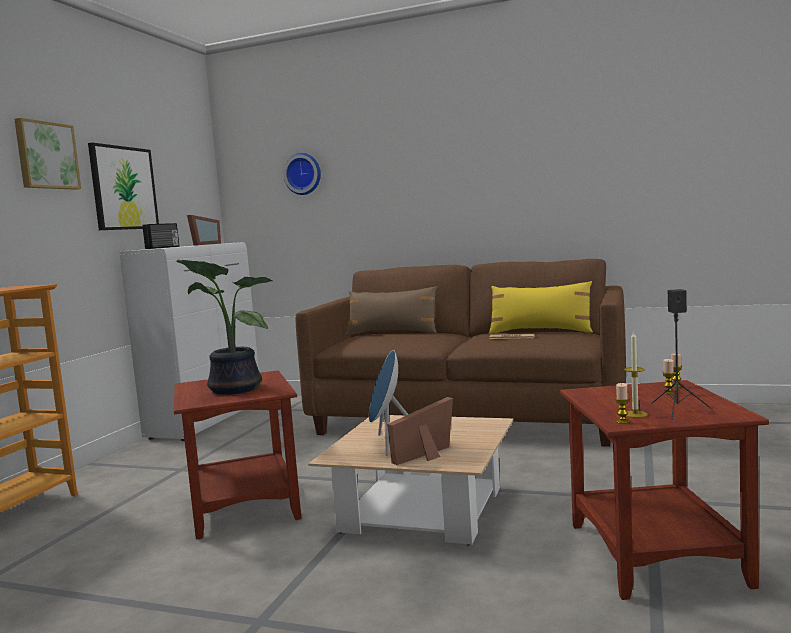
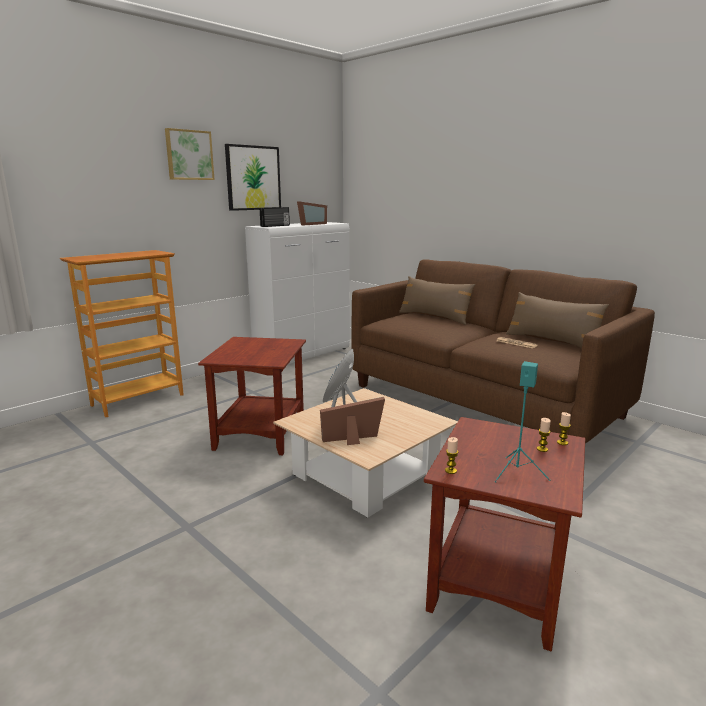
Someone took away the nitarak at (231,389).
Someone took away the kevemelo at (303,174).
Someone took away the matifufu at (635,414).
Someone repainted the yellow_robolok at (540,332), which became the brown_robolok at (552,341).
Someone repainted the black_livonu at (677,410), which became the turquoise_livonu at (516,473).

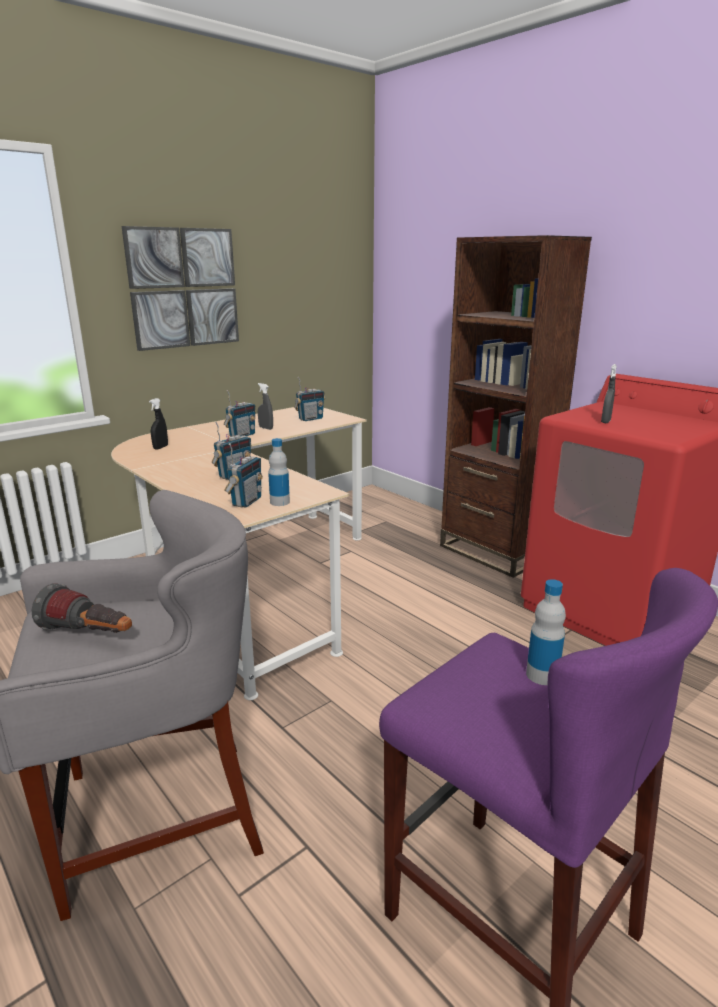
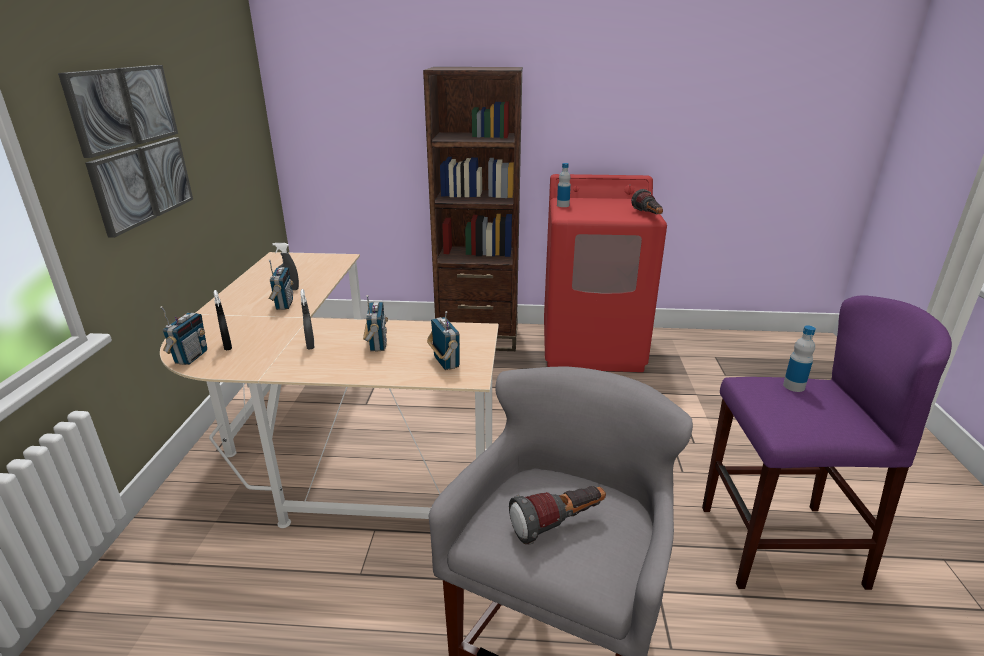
Someone put down the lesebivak at (648,216).
Someone carried the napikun from (279,502) to (563,205).
Someone carried the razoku from (310,419) to (191,357).
Someone carried the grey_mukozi from (605,421) to (310,345).

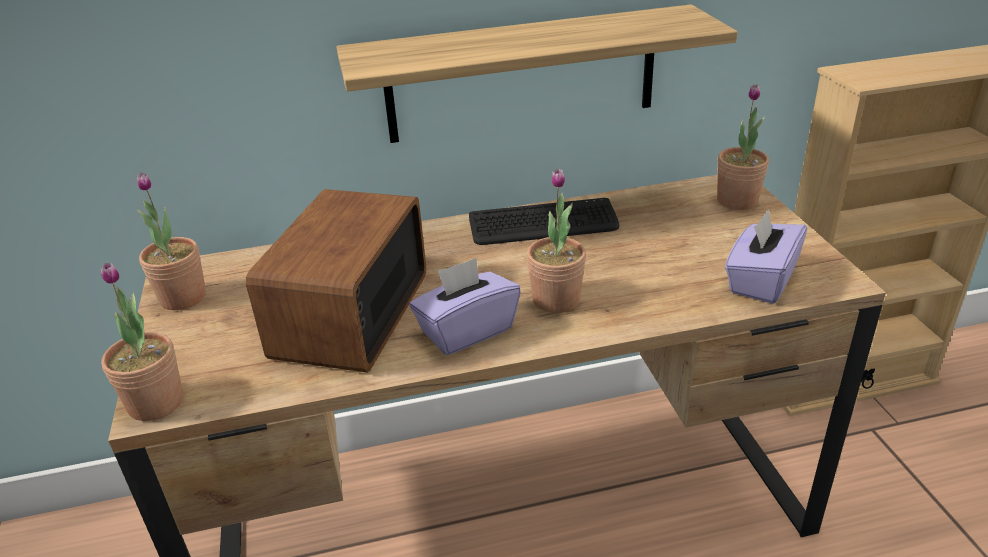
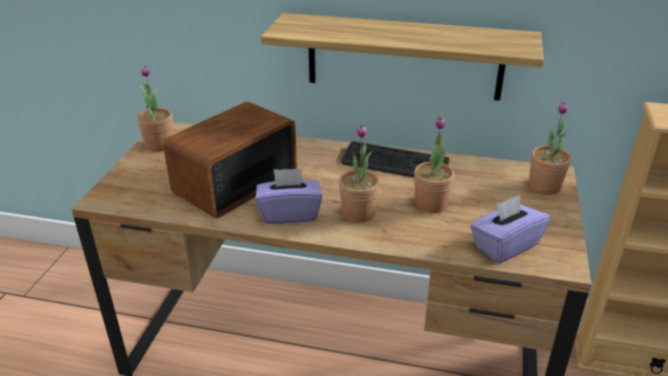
Someone carried the nitarak from (156,403) to (431,204).

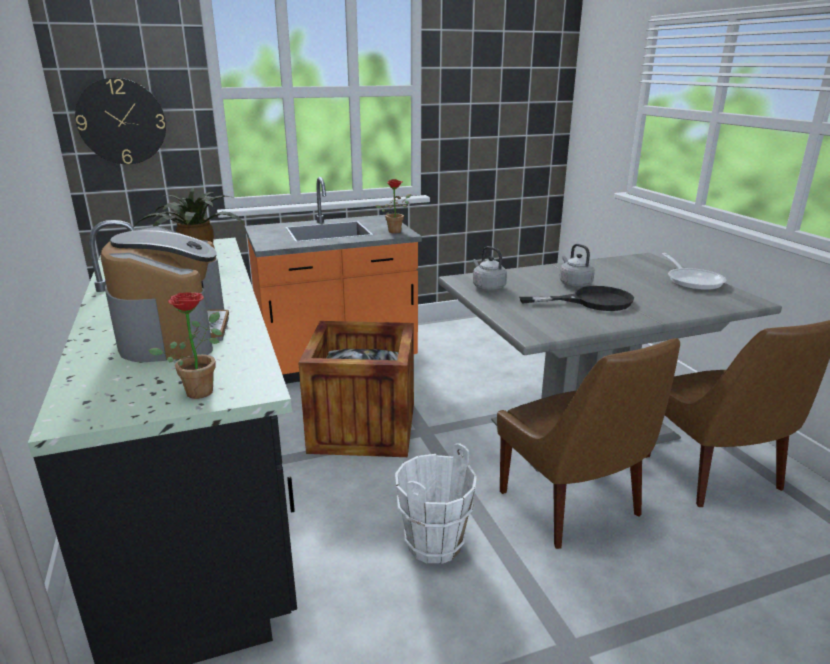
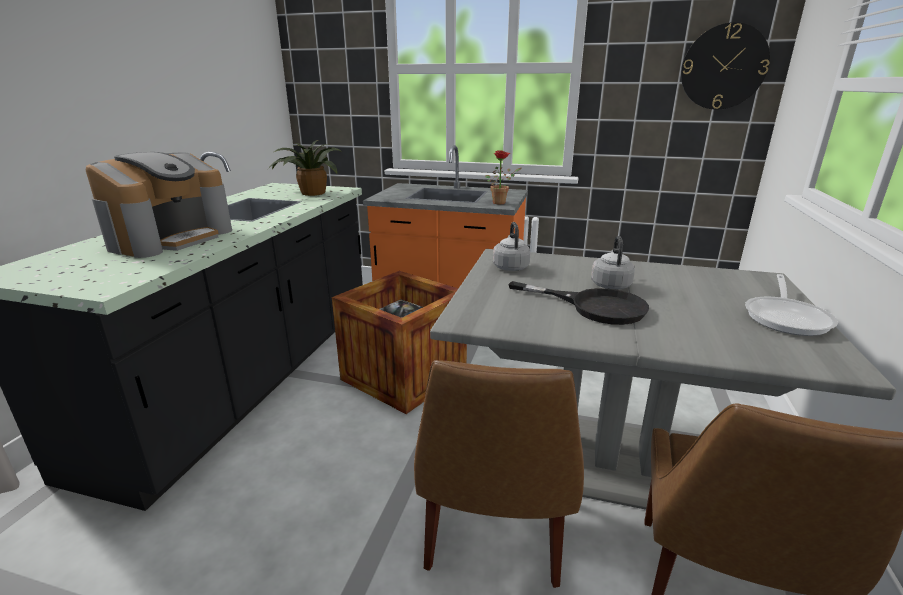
Someone took away the nitarak at (201,389).
Someone took away the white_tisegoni at (433,544).
Someone carried the kevemelo from (122,121) to (723,67).

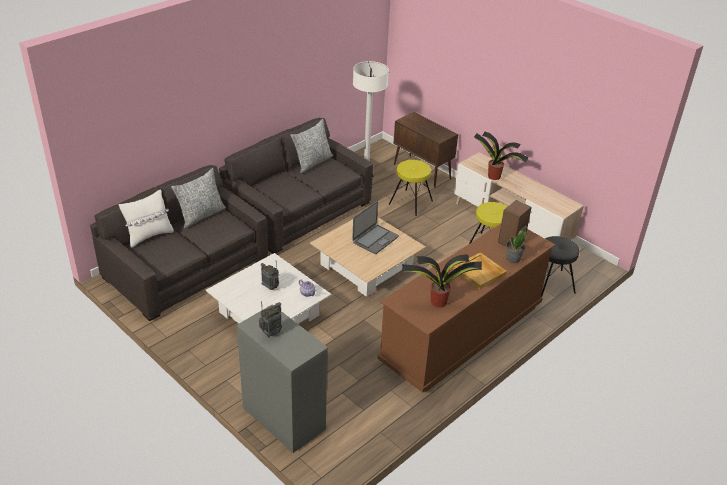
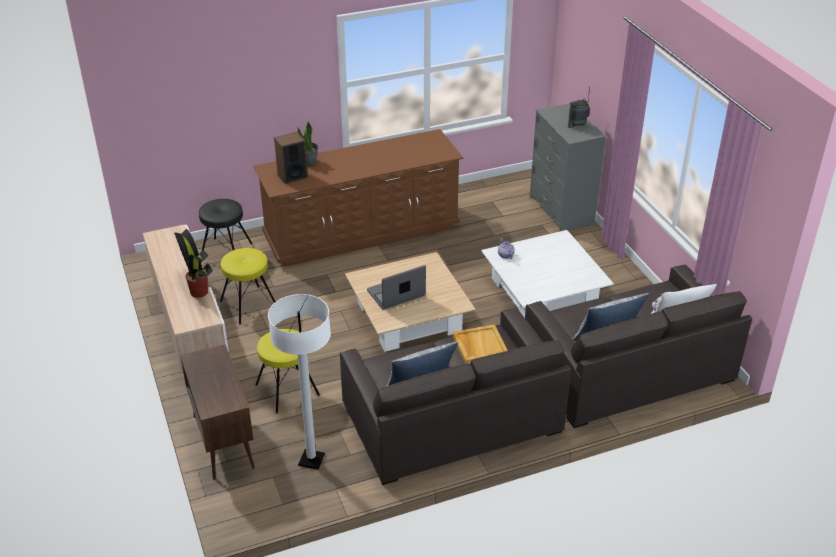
Someone took away the razoku at (270,287).
Someone took away the nitarak at (437,301).
Someone carried the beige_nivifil from (480,272) to (479,346).

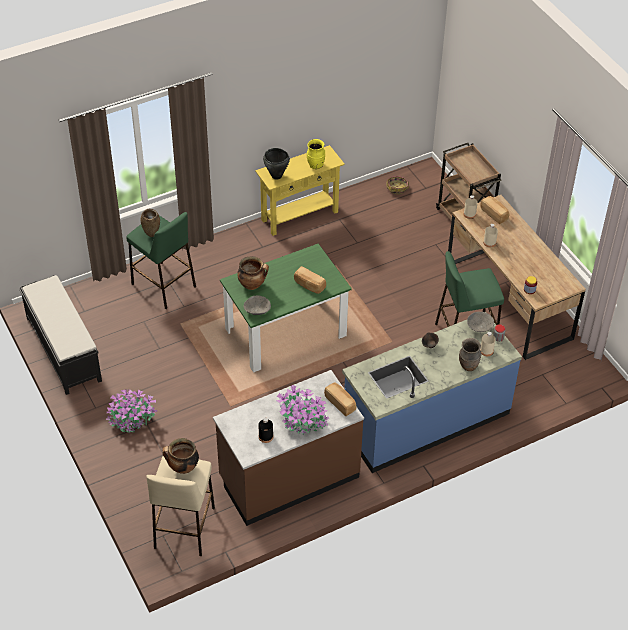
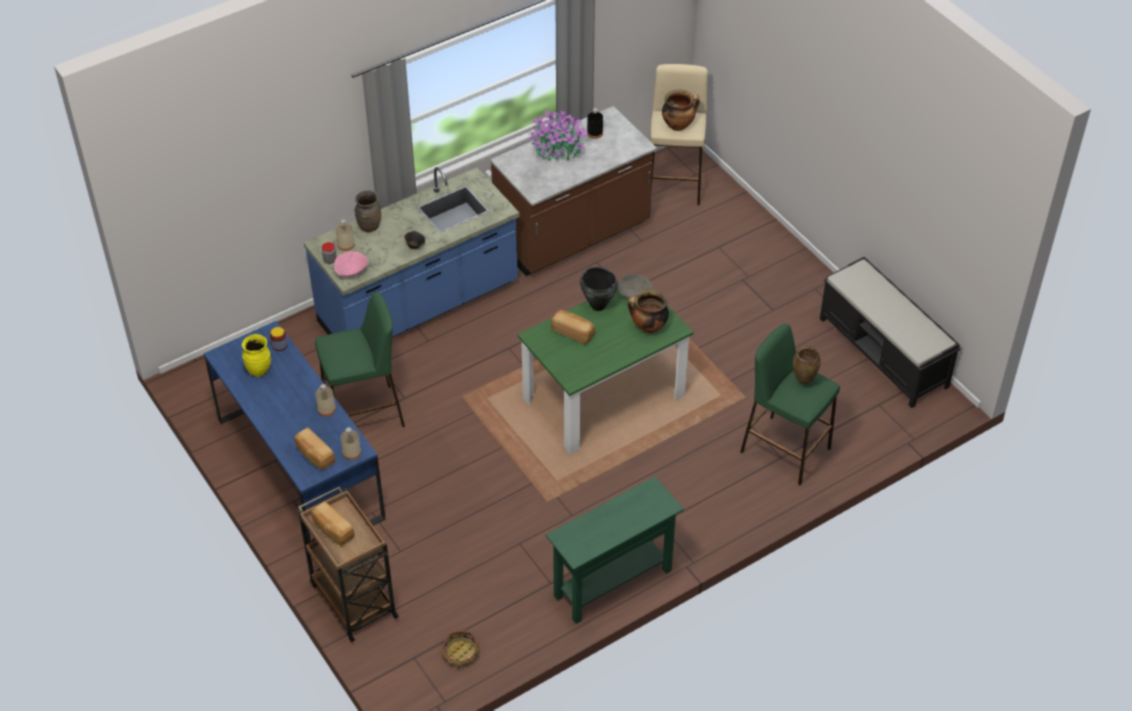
Someone took away the nitarak at (132,420).
Someone carried the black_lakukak from (276,176) to (598,305).
Someone carried the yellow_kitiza from (315,165) to (259,370).
Someone carried the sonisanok from (340,403) to (332,530).
Someone repainted the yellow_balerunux at (299,216), which became the green_balerunux at (613,583).
Someone repainted the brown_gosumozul at (508,300), which became the blue_gosumozul at (300,468).
Someone repainted the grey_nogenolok at (480,327), which became the pink_nogenolok at (351,271).

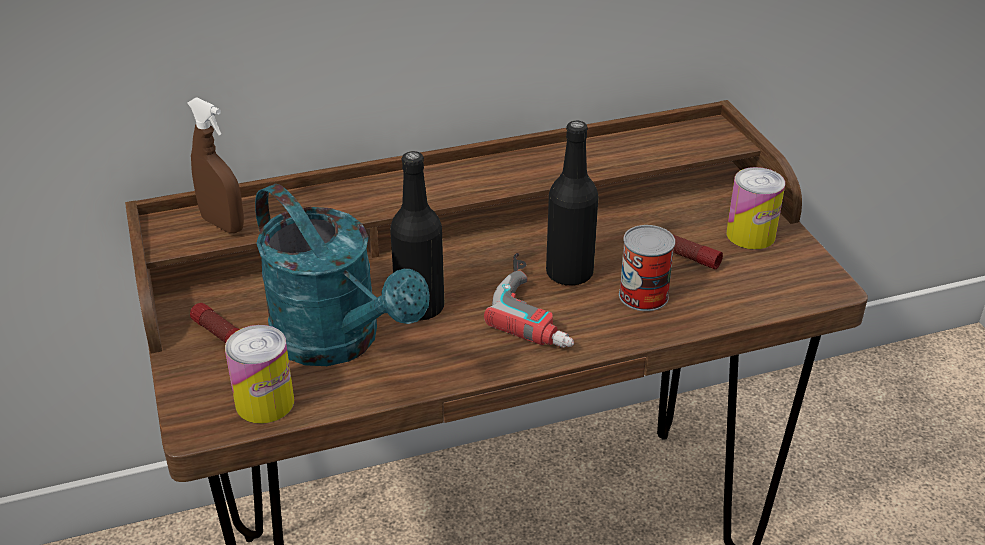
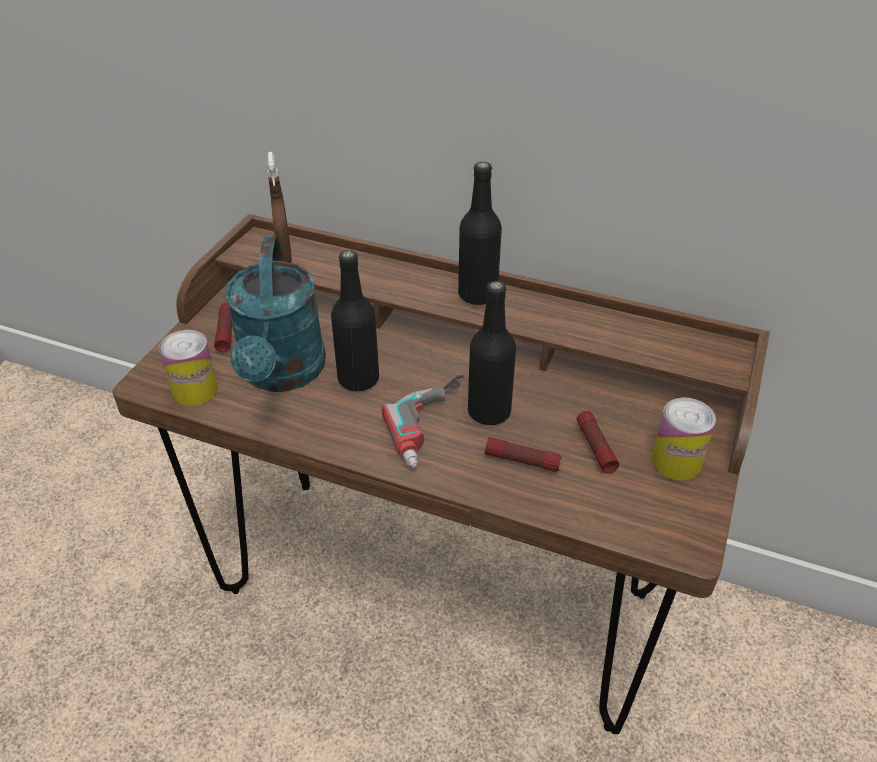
Someone put down the black_napikun at (477,295).
Someone swapped the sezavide at (643,295) for the lesebivak at (522,461).

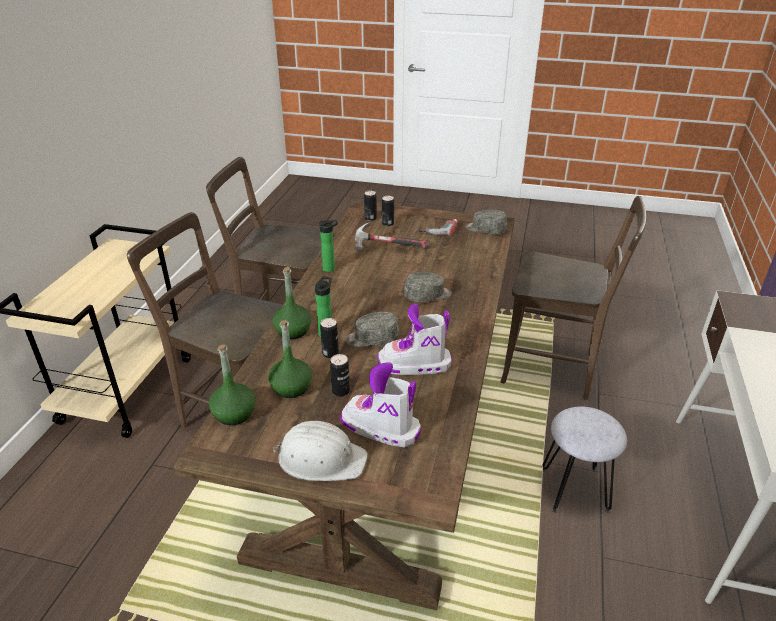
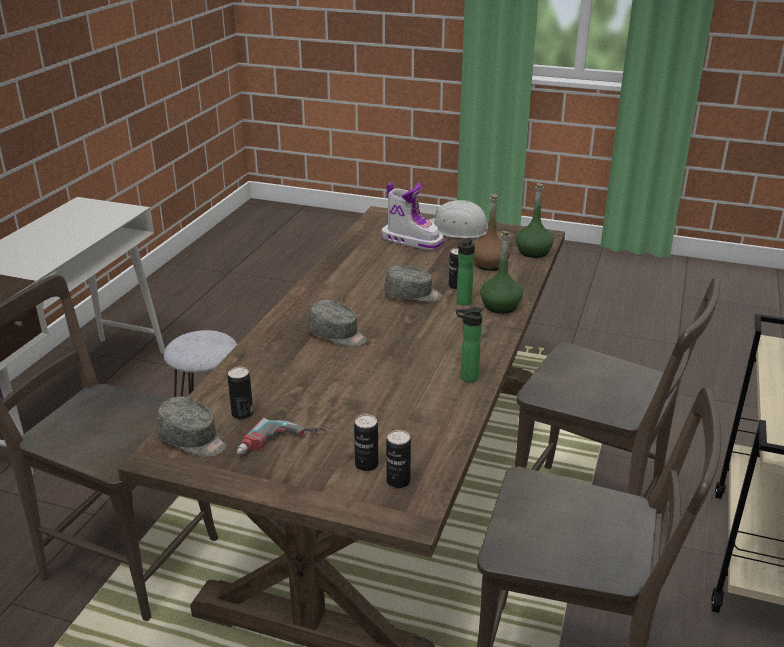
Someone took away the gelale at (389,248).
Someone took away the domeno at (414,365).
Someone carried the sezavide from (340,391) to (242,414).
Someone repainted the green_napikun at (291,387), which became the brown_napikun at (490,264).
Someone rotated the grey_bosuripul at (428,295) by 135 degrees counterclockwise.

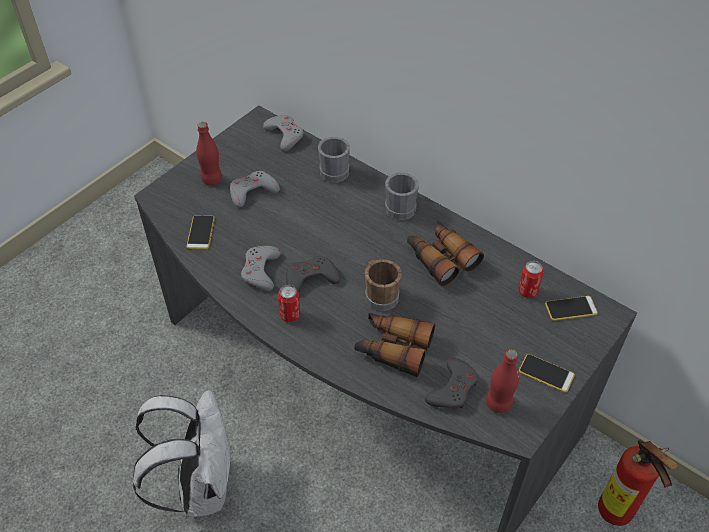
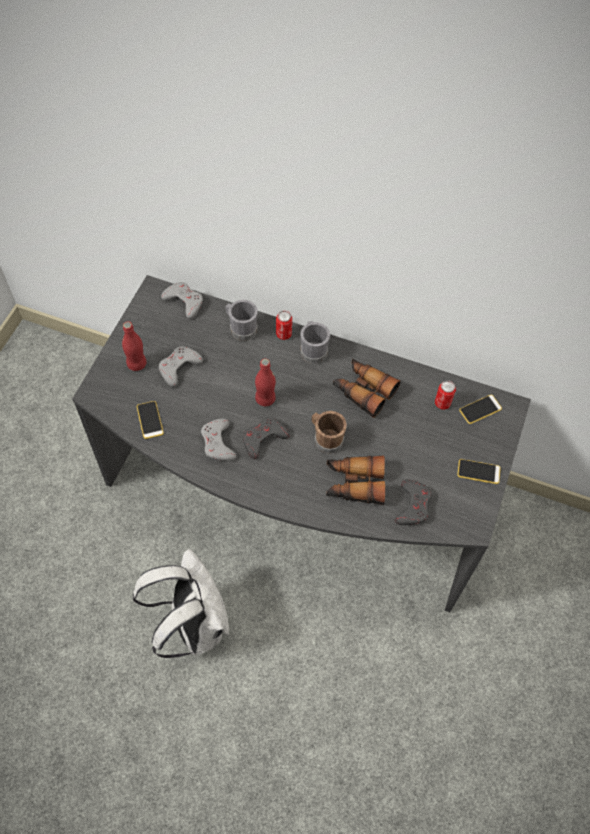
Someone took away the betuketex at (617,515).
Someone carried the sezavide from (290,315) to (283,334).
Someone carried the red_napikun from (498,403) to (265,399).

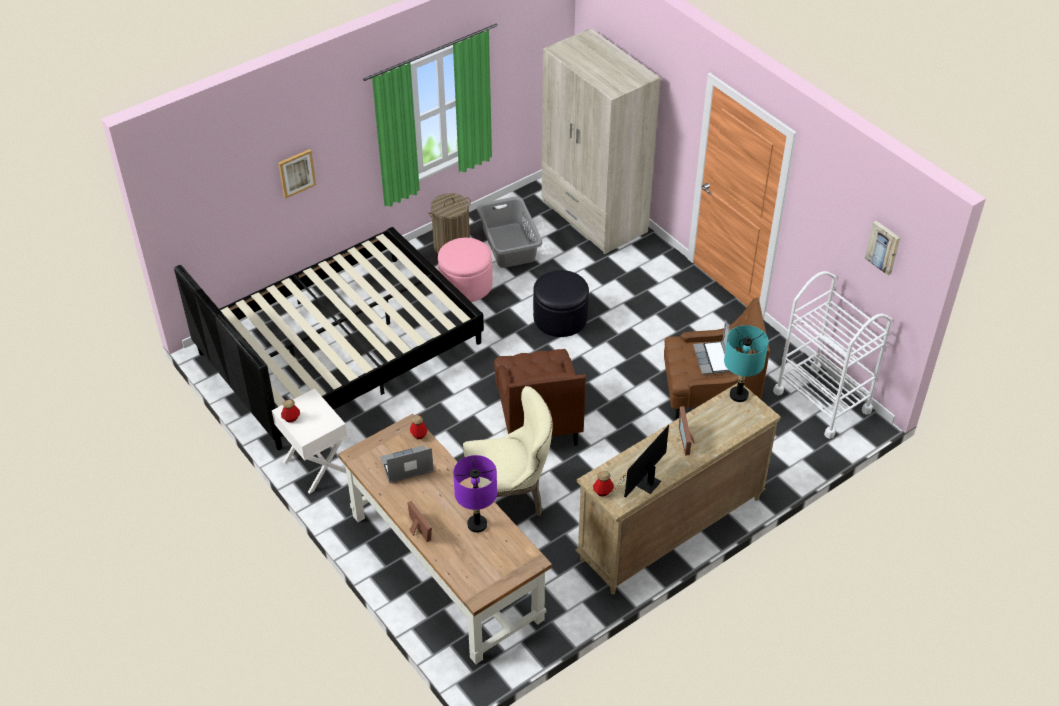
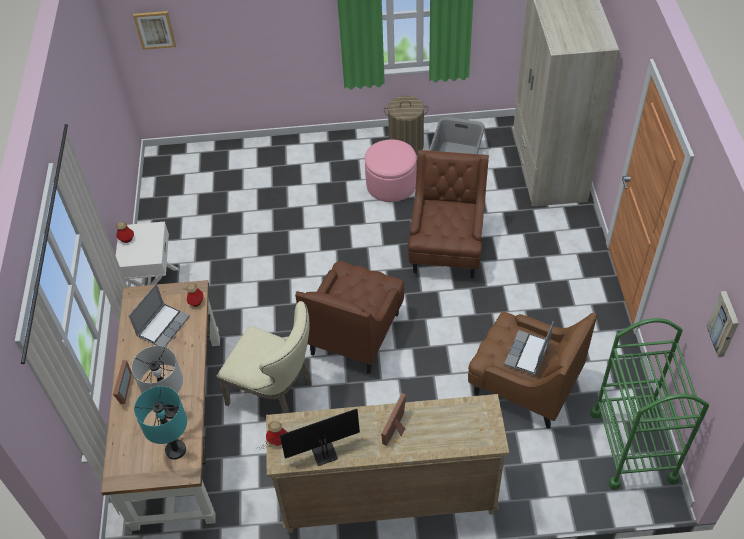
Someone took away the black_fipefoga at (339,348).
Someone carried the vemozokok from (296,173) to (155,29).
Someone carried the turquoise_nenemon from (738,395) to (175,450).
Someone swapped the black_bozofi at (560,318) for the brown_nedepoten at (446,248).
Someone repainted the purple_nenemon at (477,524), which became the grey_nenemon at (172,410).
Someone repainted the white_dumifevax at (822,401), which became the green_dumifevax at (632,446).
Someone rotated the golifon at (406,466) by 105 degrees clockwise.

